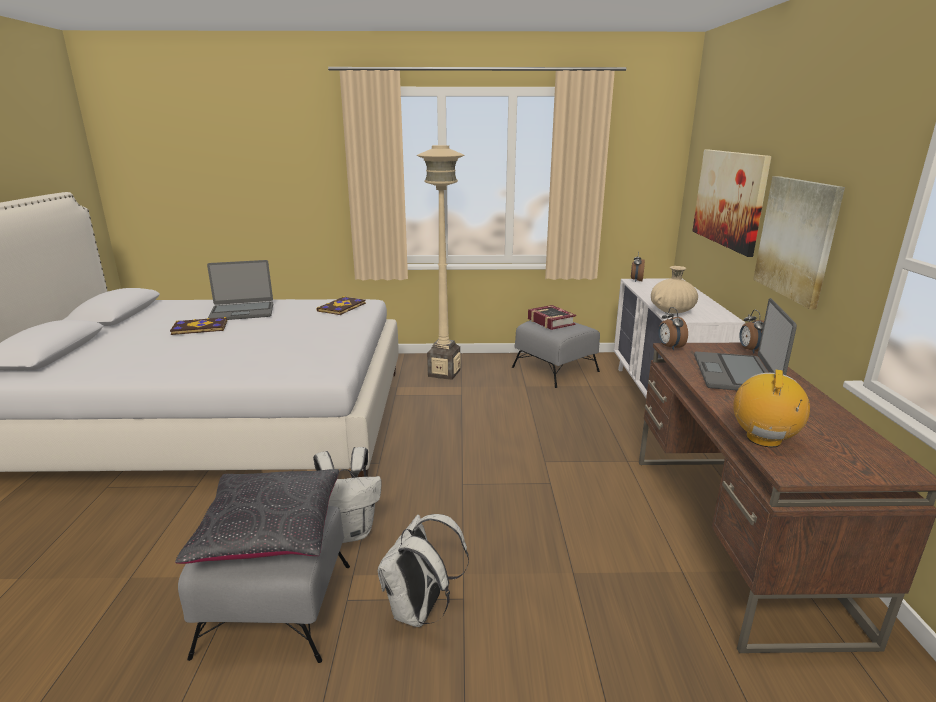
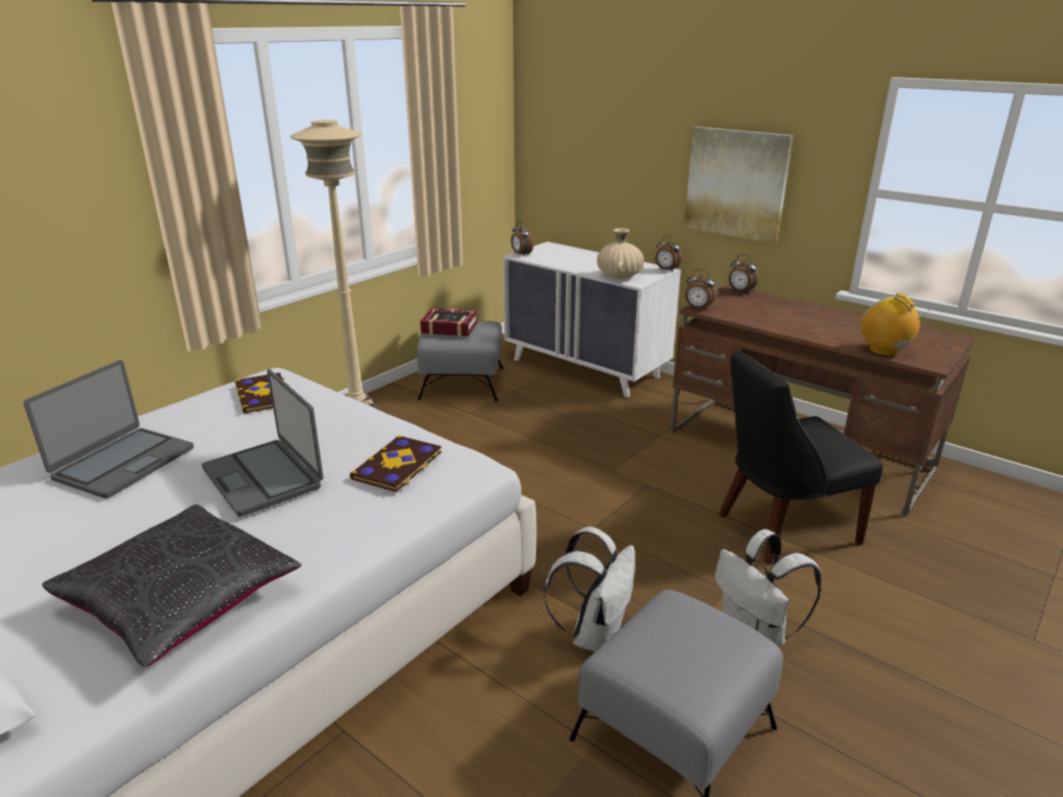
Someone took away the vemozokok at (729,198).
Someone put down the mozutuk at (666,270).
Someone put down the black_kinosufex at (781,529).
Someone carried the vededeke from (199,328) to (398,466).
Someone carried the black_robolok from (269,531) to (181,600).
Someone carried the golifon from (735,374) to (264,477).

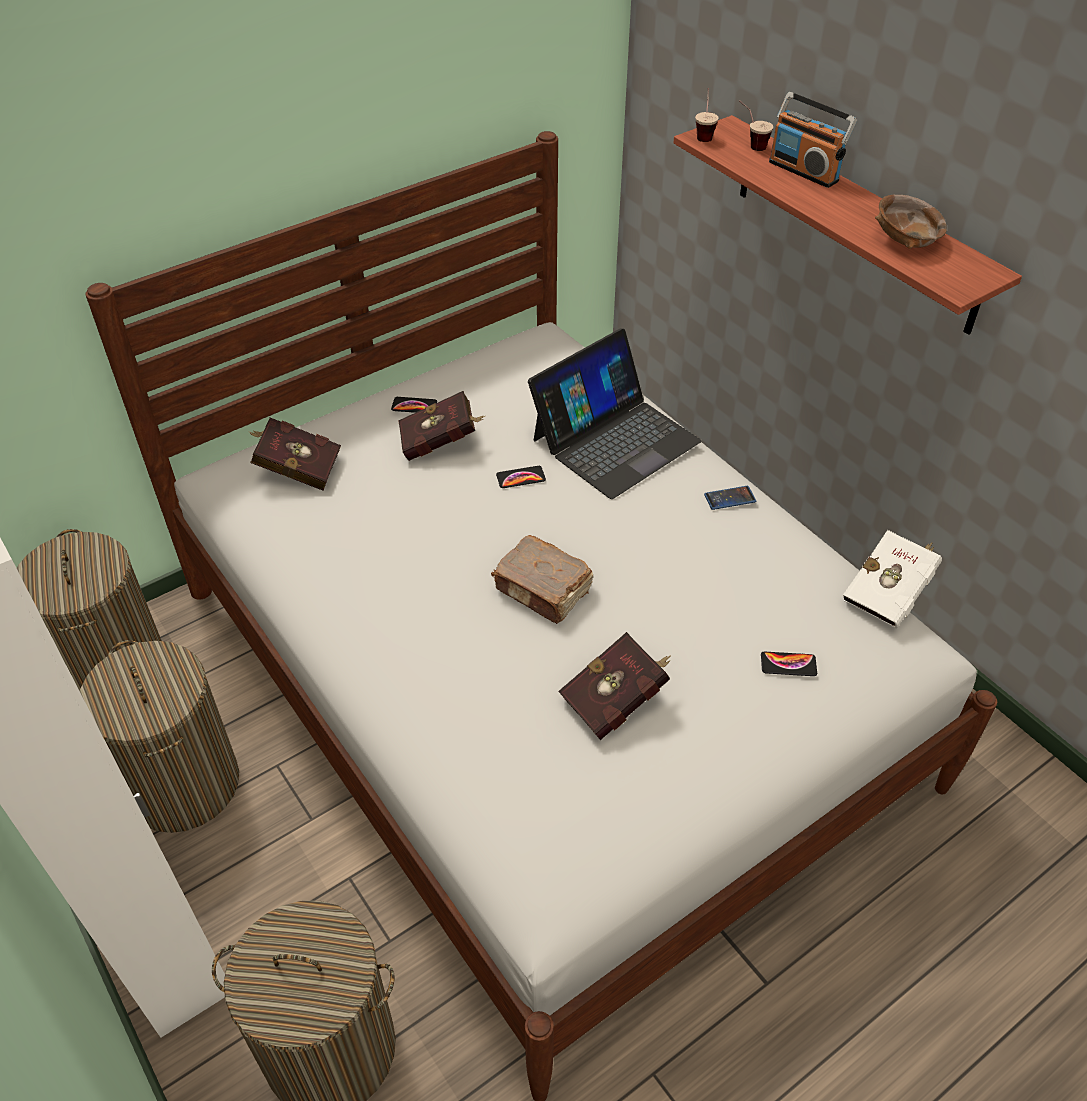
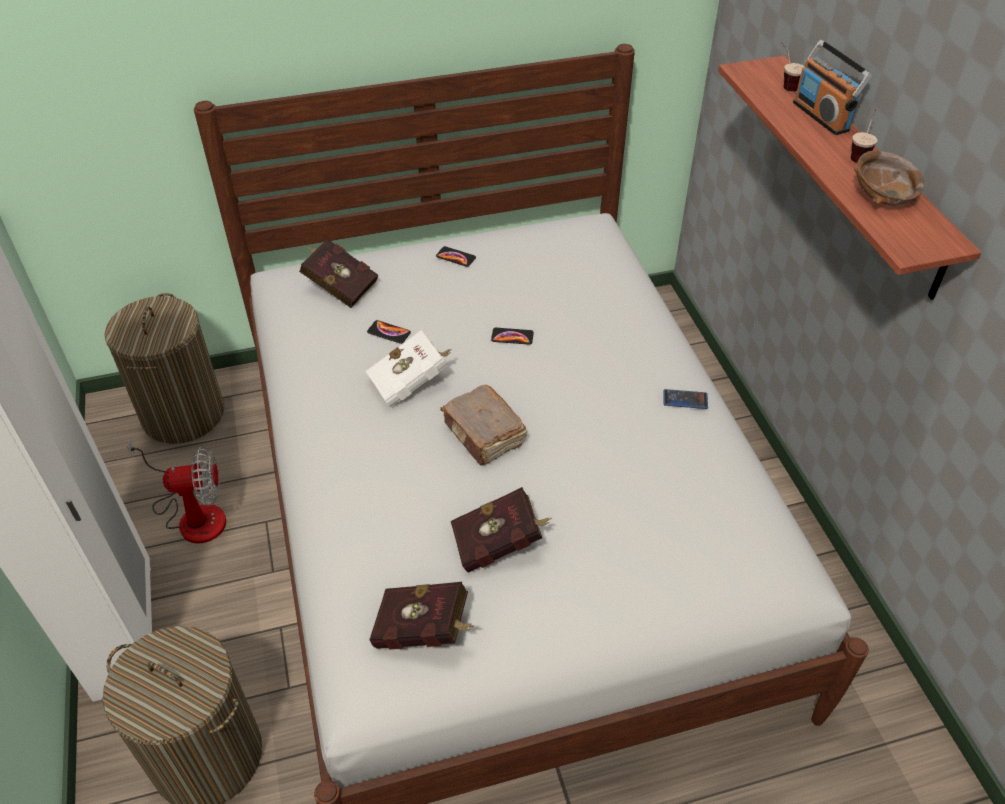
Someone took away the golifon at (615,440).
Someone carried the red_vededeke from (441,442) to (424,630).
Someone carried the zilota from (704,134) to (860,154).
Someone carried the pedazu from (788,664) to (389,332).
Someone carried the white_vededeke from (889,593) to (411,382).
Someone swapped the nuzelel at (183,784) for the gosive at (192,514).

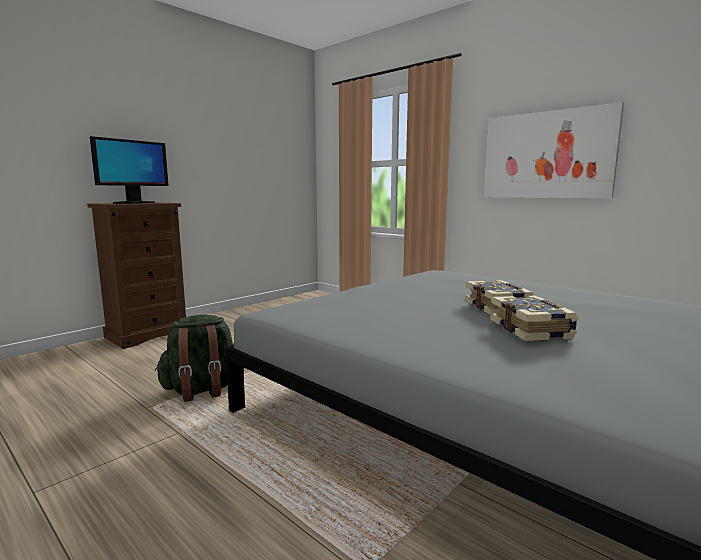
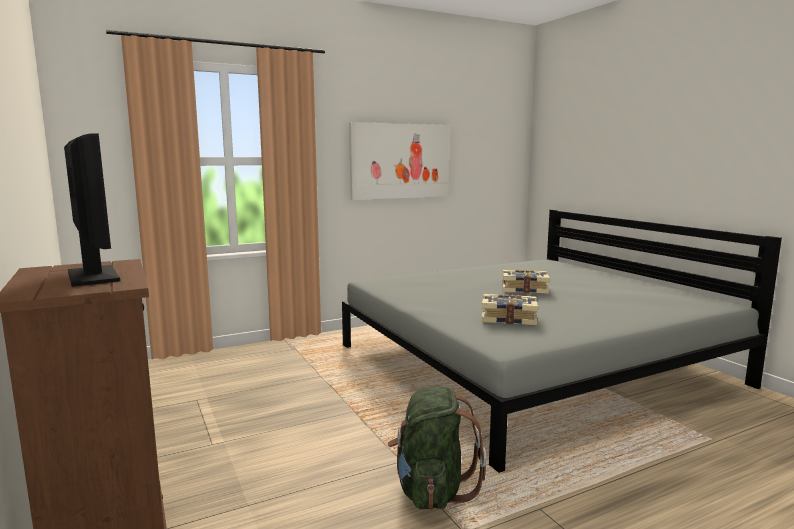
Someone carried the vededeke from (531,330) to (508,319).

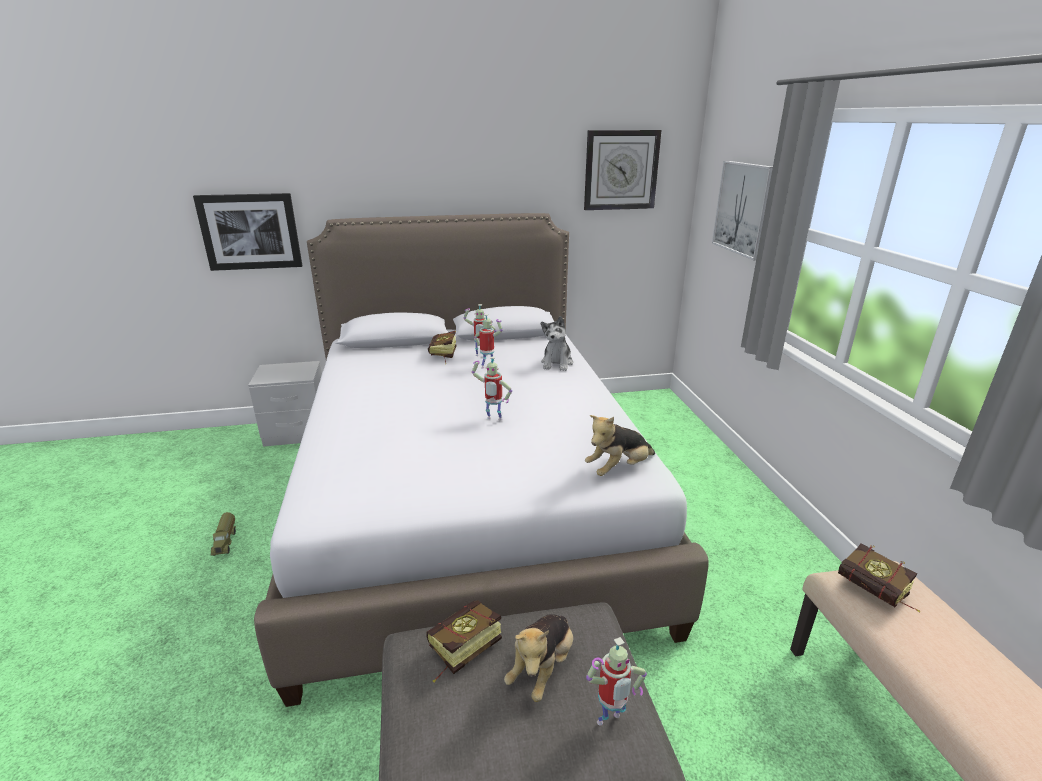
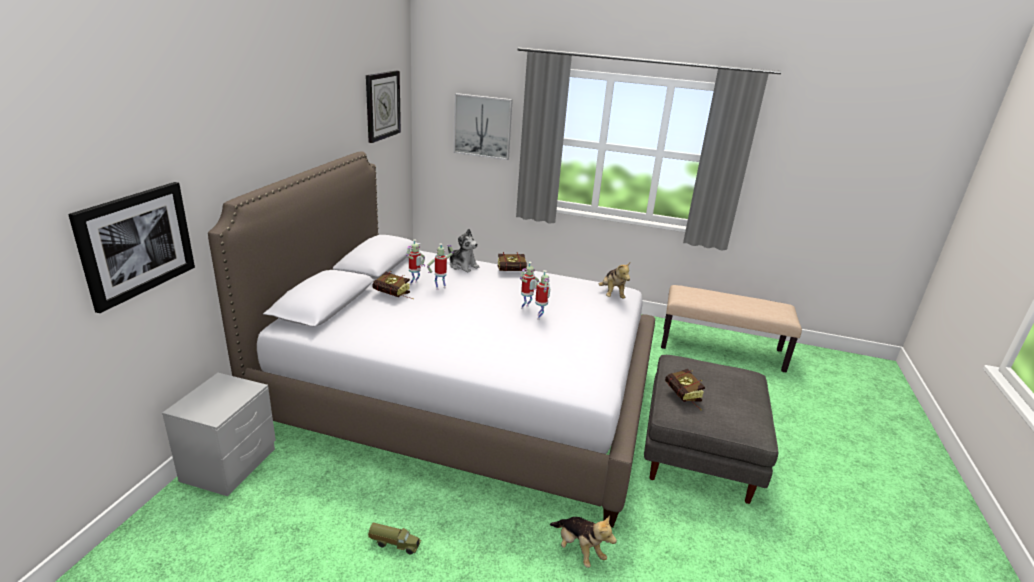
Someone carried the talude from (542,667) to (578,550).
Someone carried the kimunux from (610,722) to (540,317).
Someone carried the vededeke from (877,594) to (514,272).

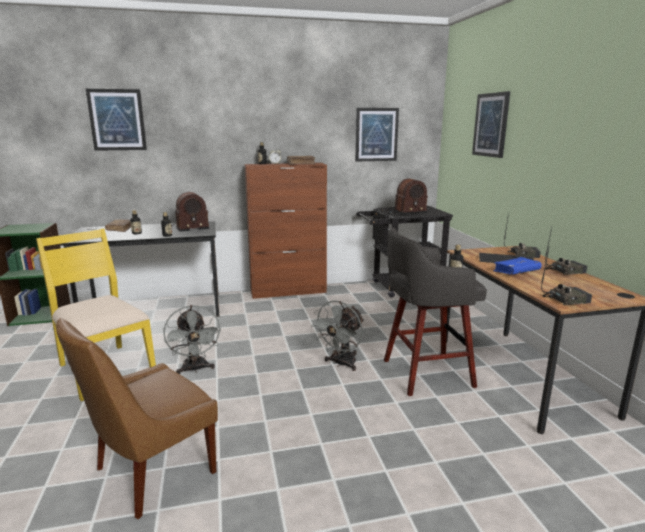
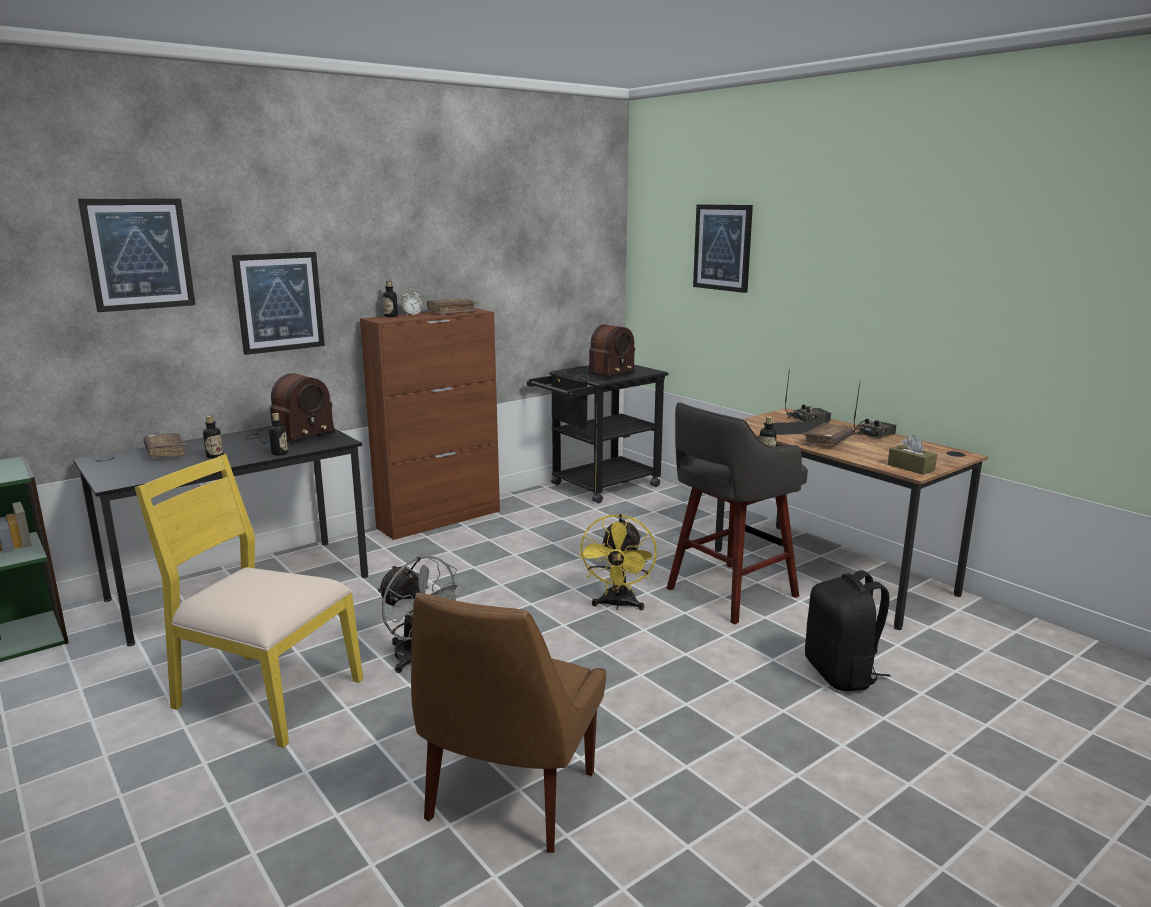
Someone put down the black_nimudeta at (842,674).
Someone carried the vemozokok from (376,134) to (279,302).
Someone swapped the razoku at (565,299) for the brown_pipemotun at (911,467).
Someone repainted the grey_gosive at (341,364), which became the yellow_gosive at (618,605).
Someone repainted the blue_vededeke at (516,272), which became the brown_vededeke at (827,442).

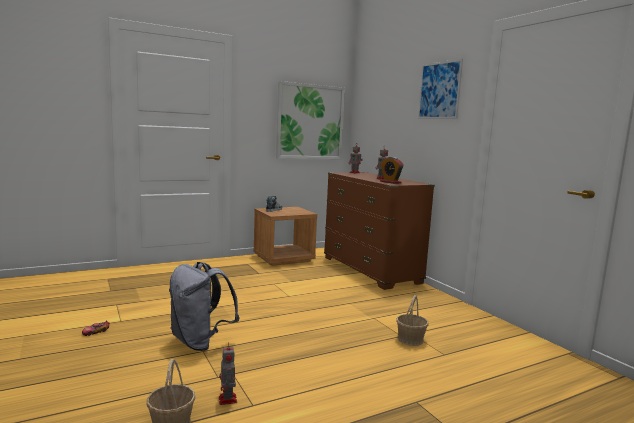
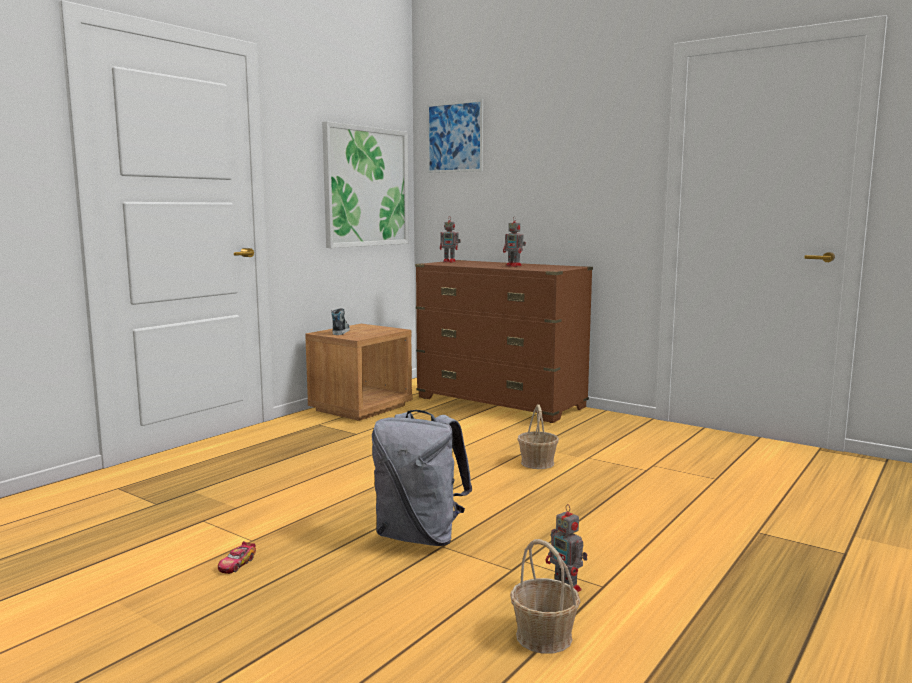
Someone took away the mozutuk at (390,182).
Someone carried the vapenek from (410,339) to (537,463).
Someone carried the vemozokok from (439,90) to (454,137).

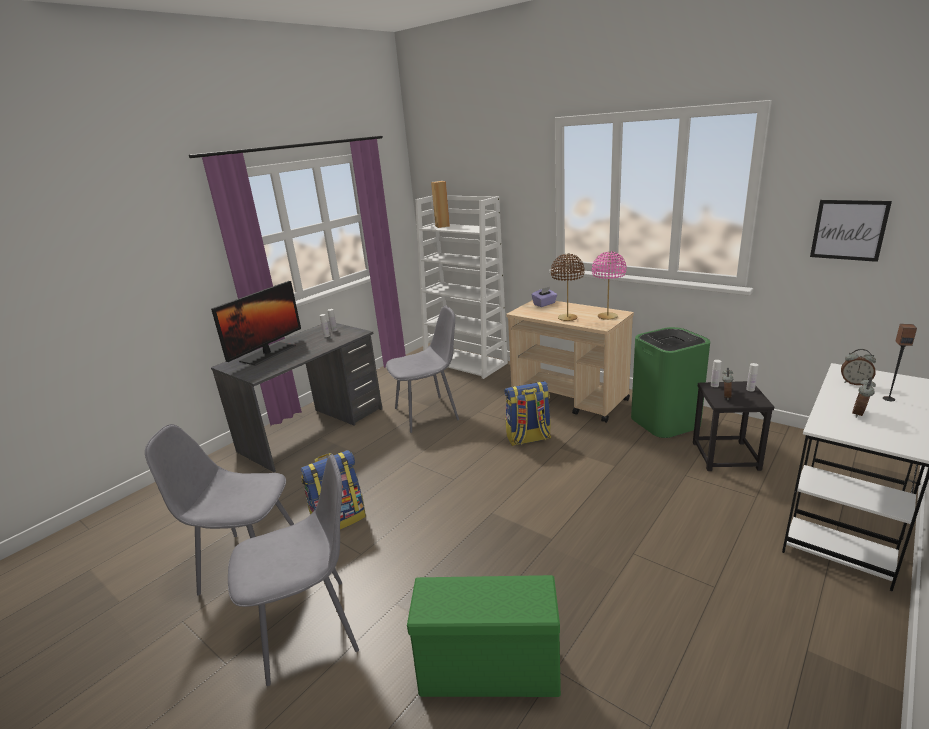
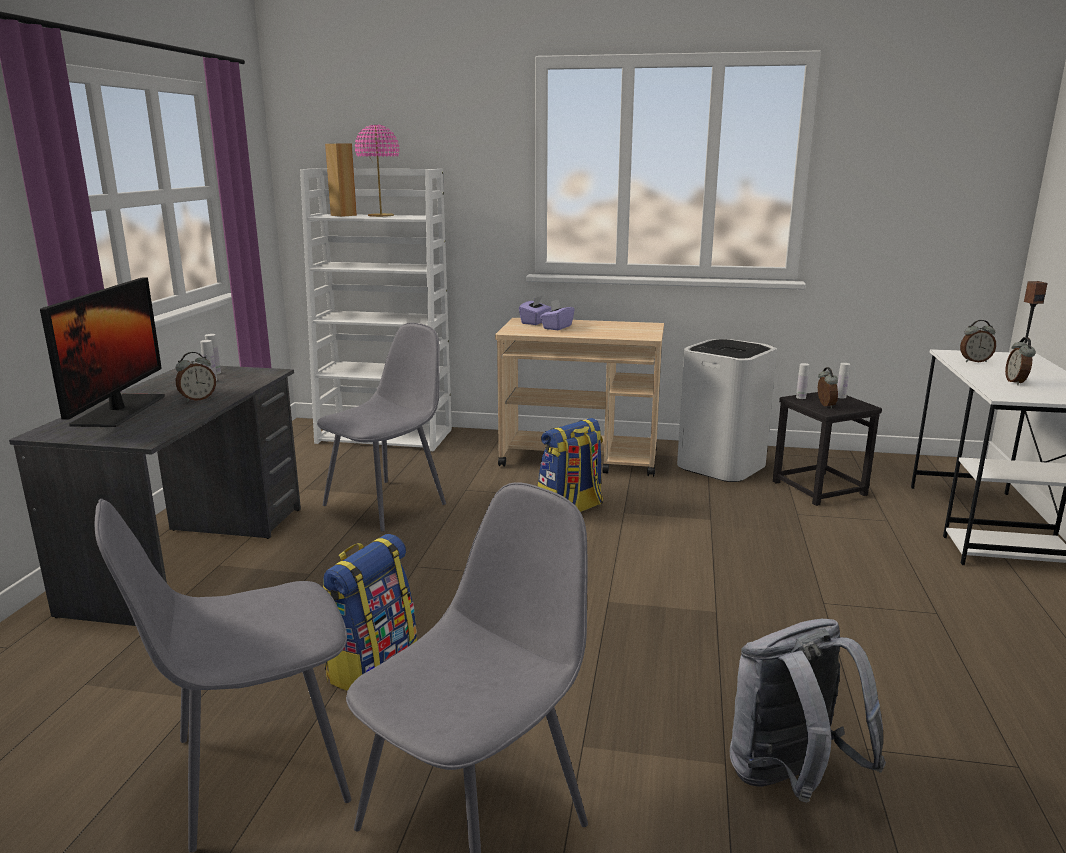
Someone took away the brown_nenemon at (567,318).
Someone took away the vemozokok at (848,230).
Someone put down the mozutuk at (198,399).
Someone put down the purple_pipemotun at (557,327).
Someone carried the pink_nenemon from (607,316) to (381,216).
Someone swapped the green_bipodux at (487,670) for the grey_nimudeta at (789,780).
Someone repainted the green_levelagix at (665,421), which became the white_levelagix at (722,465).

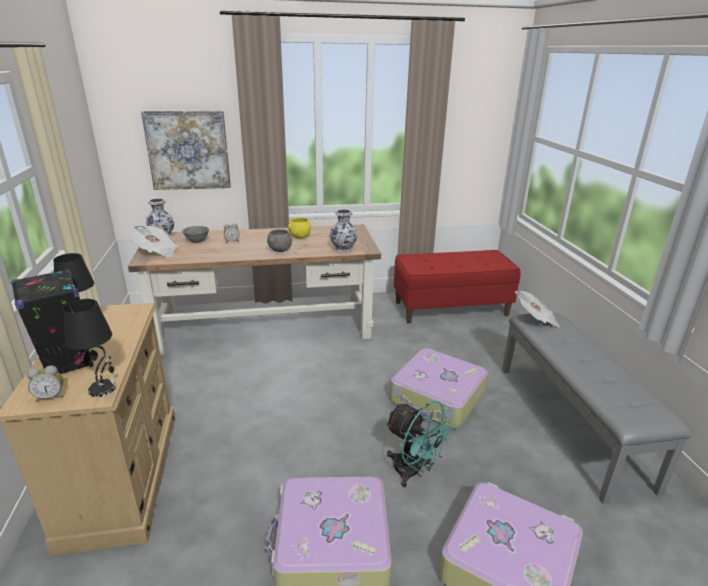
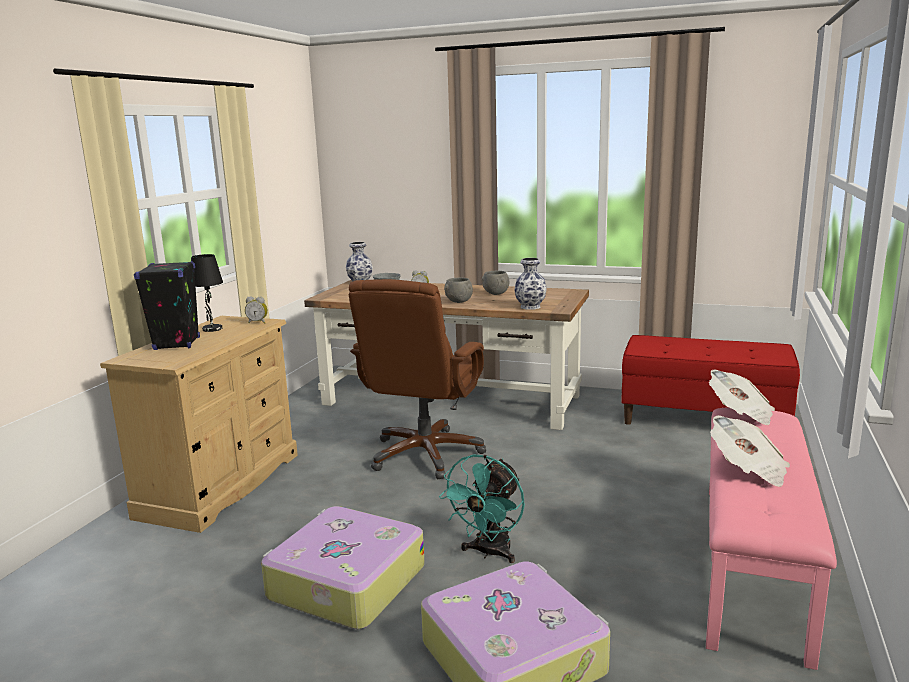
Someone took away the black_nenemon at (102,389).
Someone took away the vemozokok at (188,150).
Someone took away the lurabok at (437,398).
Someone put down the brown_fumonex at (425,454).
Someone carried the mozutuk from (50,397) to (258,322).
Someone carried the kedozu from (157,251) to (749,469).
Someone repainted the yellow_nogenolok at (299,237), which became the grey_nogenolok at (495,294).
Someone repainted the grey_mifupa at (570,422), which became the pink_mifupa at (754,564).
Someone rotated the turquoise_gosive at (414,472) by 45 degrees clockwise.

